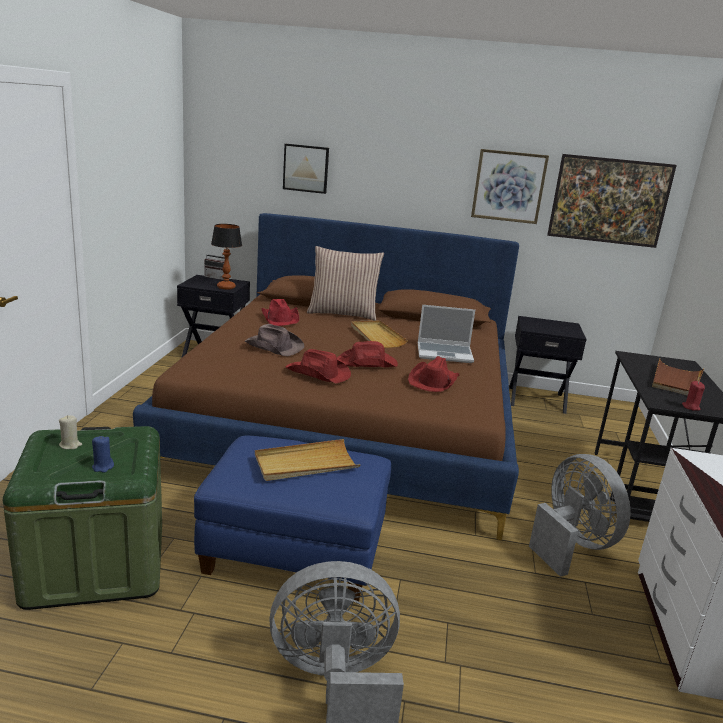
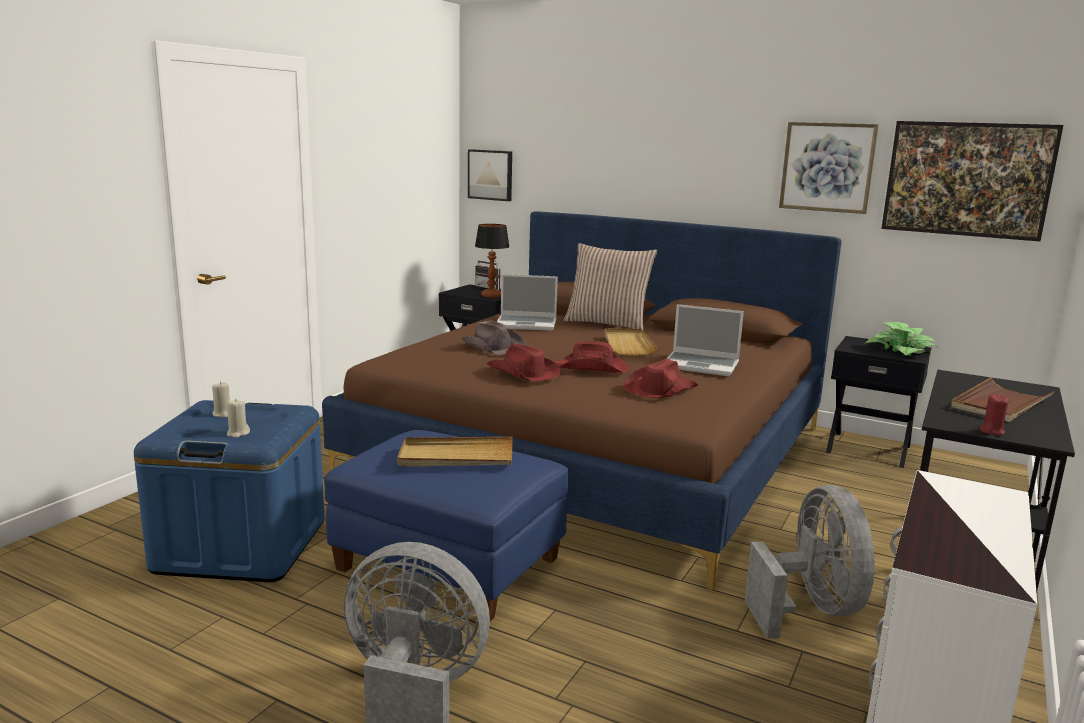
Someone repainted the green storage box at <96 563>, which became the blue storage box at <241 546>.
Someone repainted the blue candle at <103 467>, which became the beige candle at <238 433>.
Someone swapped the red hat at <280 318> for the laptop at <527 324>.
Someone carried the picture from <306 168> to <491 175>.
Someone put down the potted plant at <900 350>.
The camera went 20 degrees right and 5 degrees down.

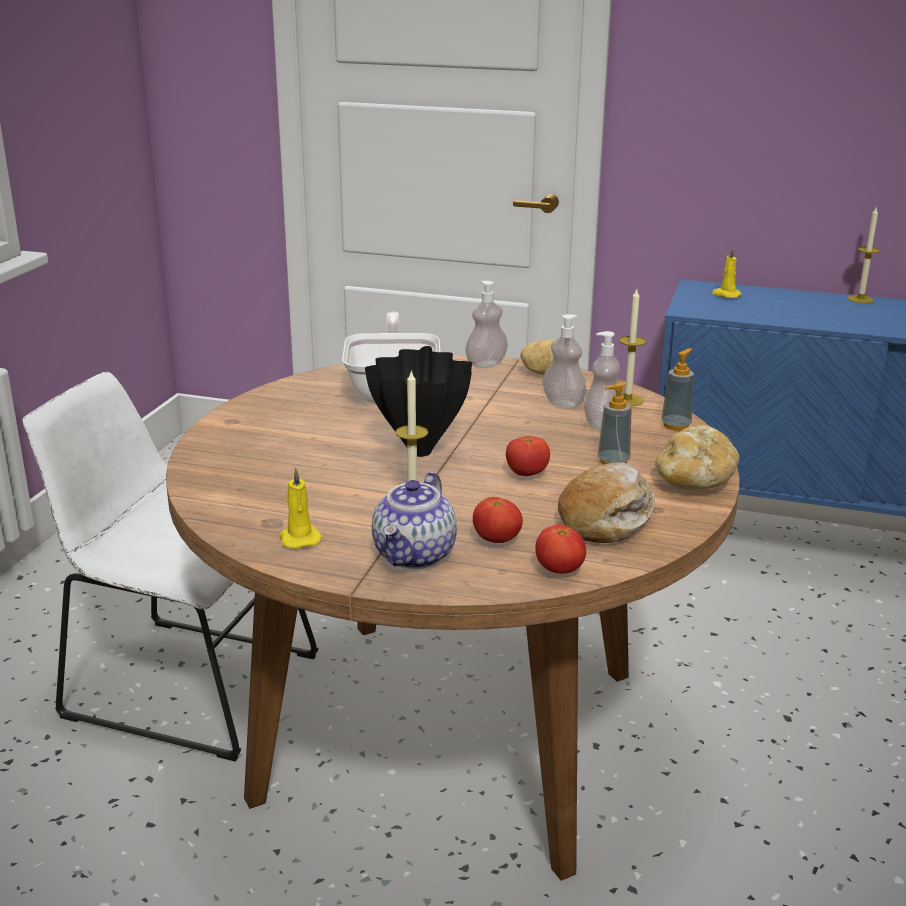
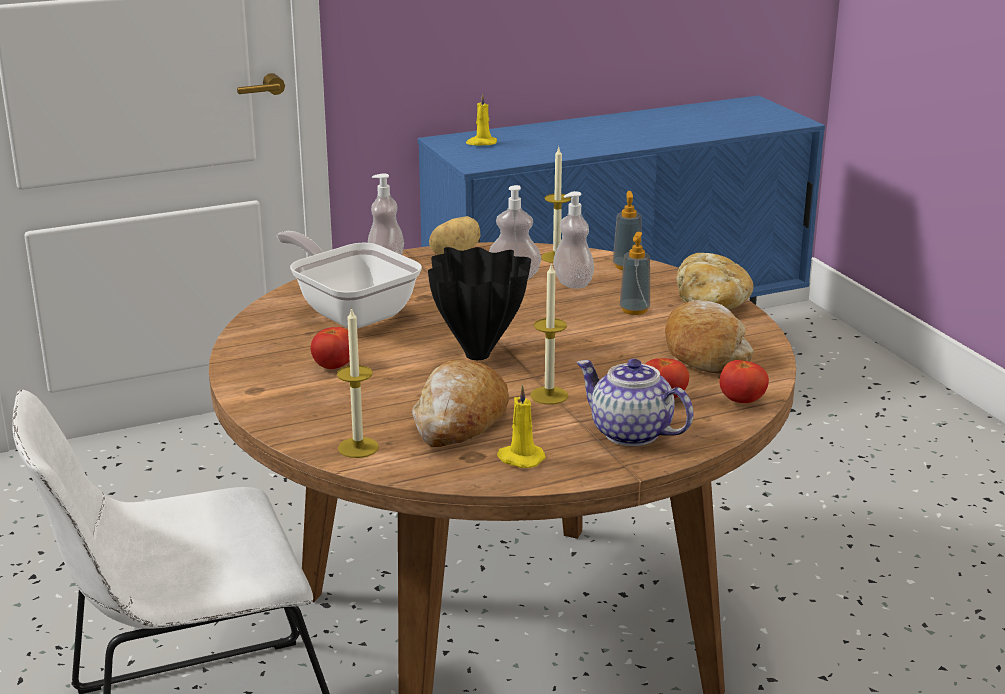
Someone rotated the teapot at <415 555> by 150 degrees clockwise.
Someone carried the tomato from <527 474> to <334 366>.
Someone carried the candle from <860 299> to <358 447>.
Someone put down the bread at <459 420>.
The camera went 40 degrees left and 0 degrees up.

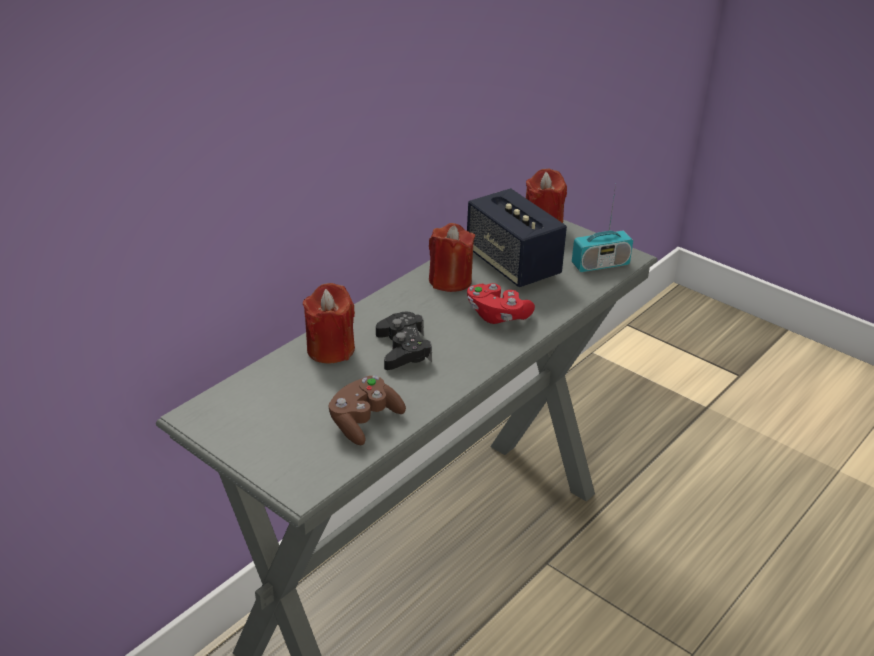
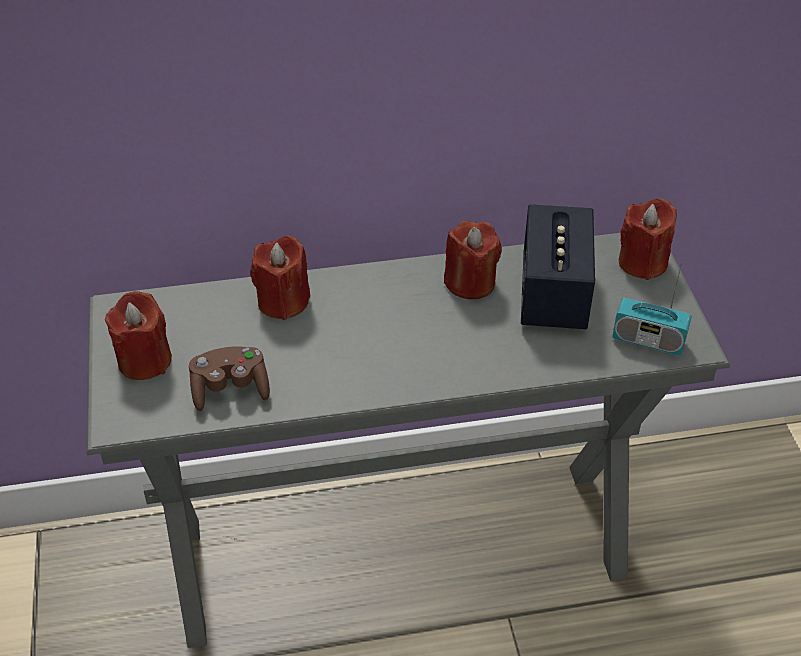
Someone took away the black game controller at <403 349>.
Someone took away the red game controller at <497 315>.
Someone put down the red candle at <144 360>.
The camera went 40 degrees right and 10 degrees up.

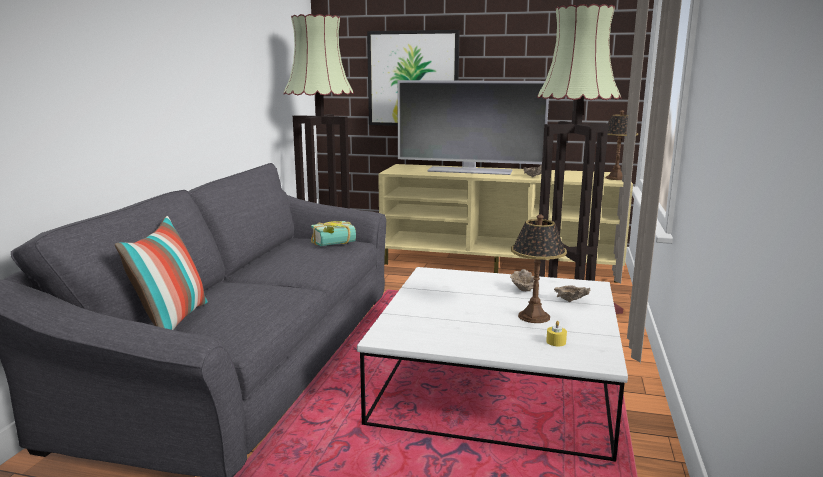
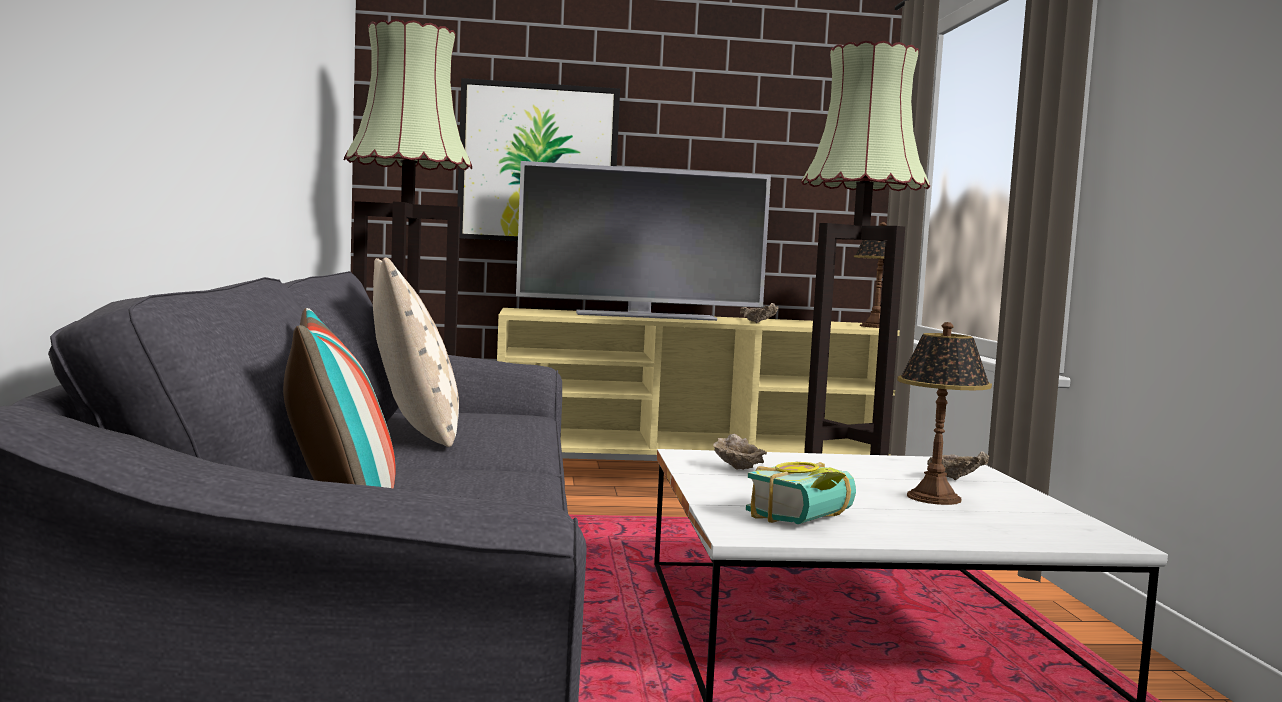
Someone carried the book from <335 244> to <809 519>.
Someone carried the beige bowl from <523 290> to <738 469>.
Someone took away the yellow candle at <556 342>.
Someone put down the beige pillow at <413 431>.
The camera went 20 degrees left and 10 degrees down.

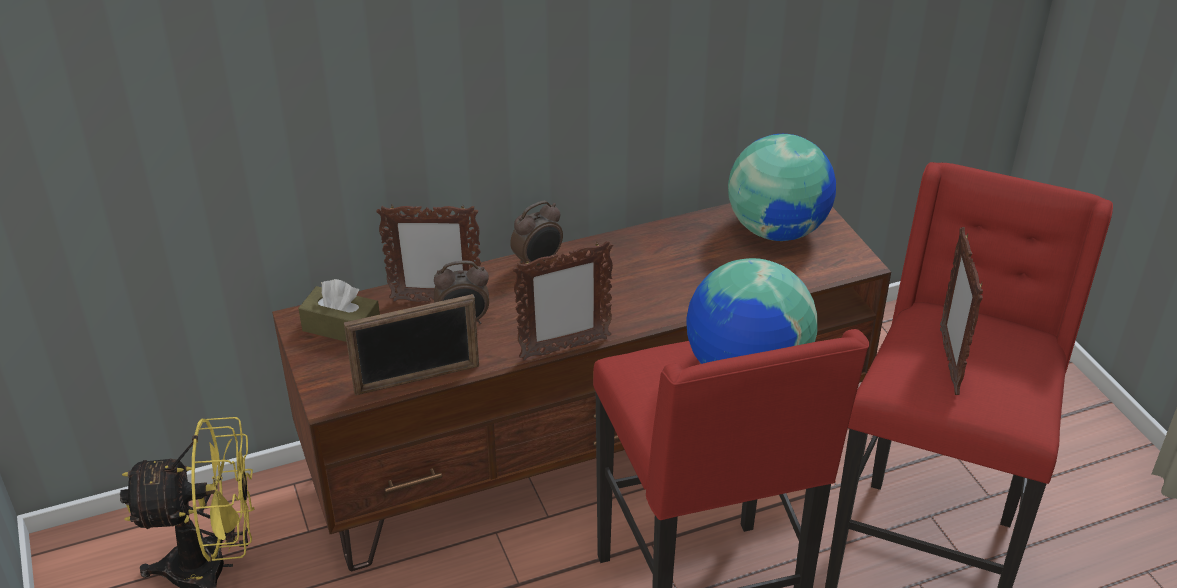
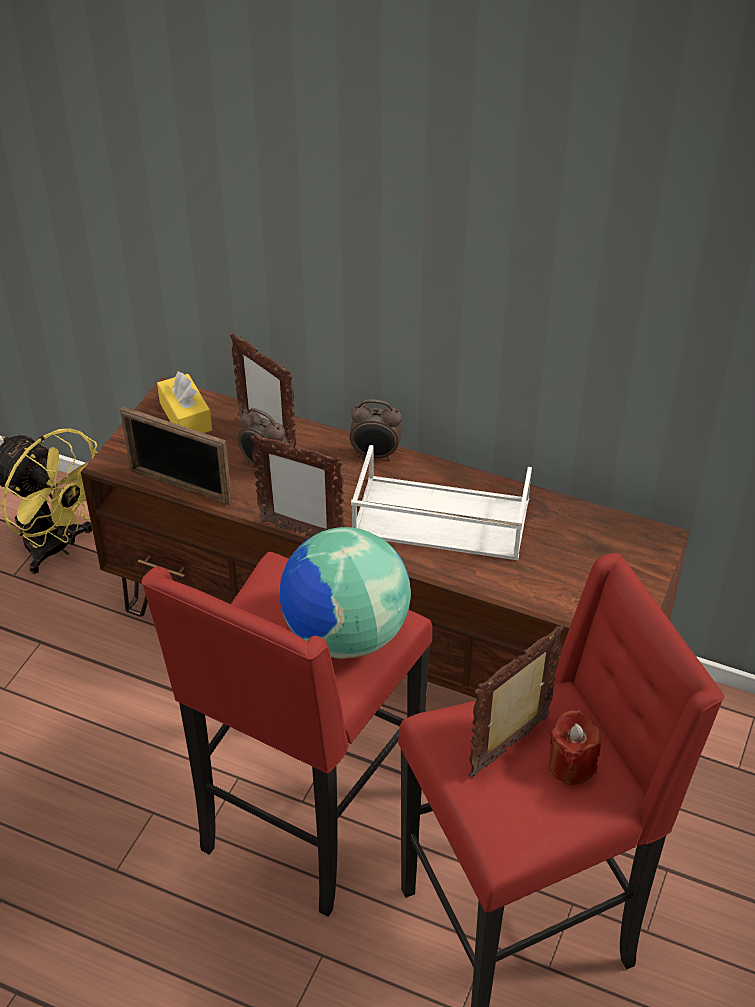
Someone repainted the brown tissue box at <341 327>, which became the yellow tissue box at <185 416>.
Someone took away the globe at <777 229>.
Someone put down the white tray at <439 519>.
Someone put down the red candle at <571 765>.
The camera went 45 degrees right and 5 degrees up.

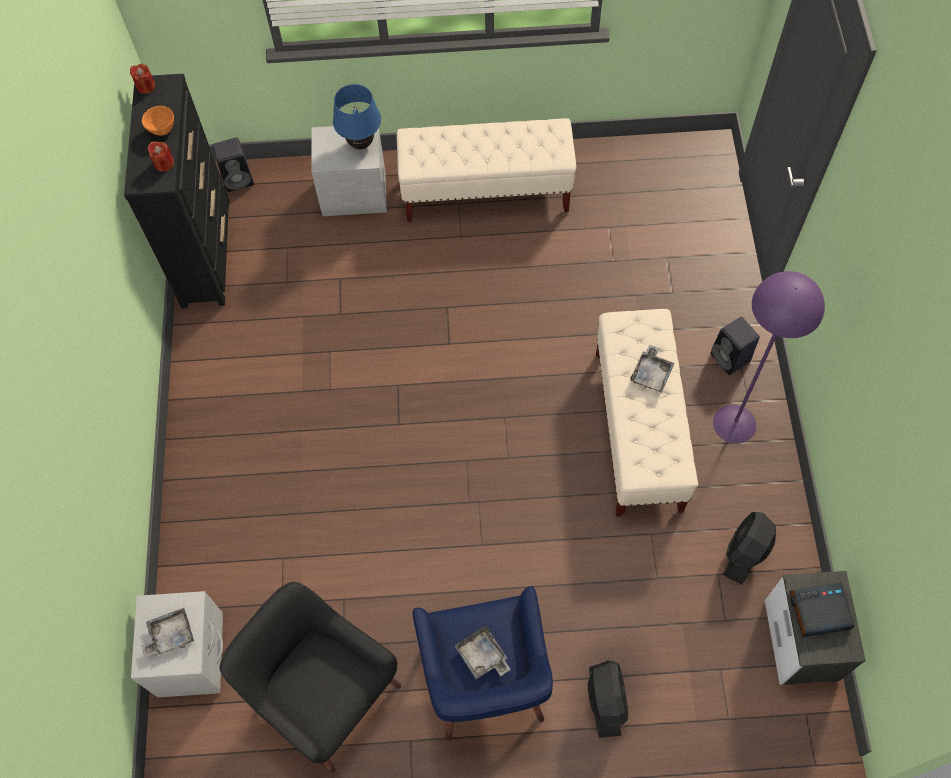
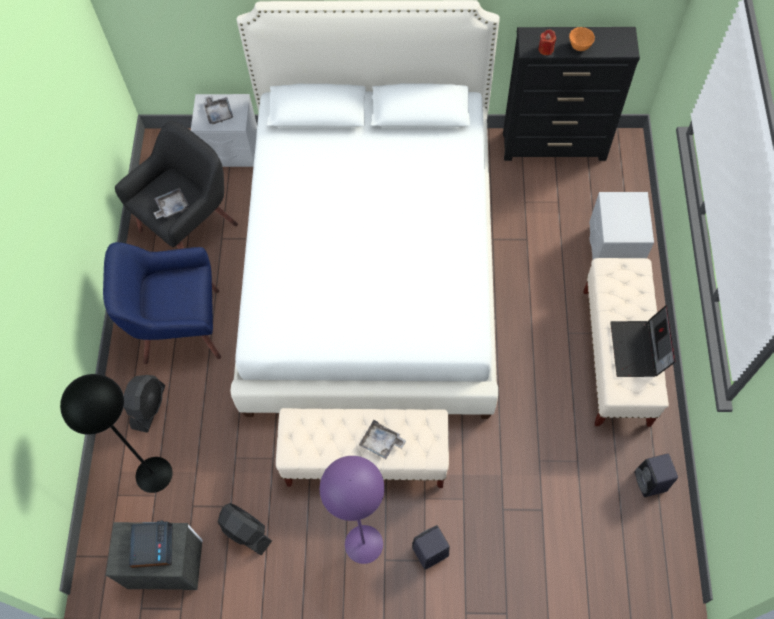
Someone took away the red candle at <146 86>.
Someone carried the black speaker from <238 178> to <651 482>.
Someone took away the blue table lamp at <361 144>.
Someone carried the grey tray from <482 656> to <172 207>.
Someone rotated the black fan at <605 701> by 75 degrees counterclockwise.
Someone put down the black floor lamp at <153 474>.
Someone put down the white bed at <371 265>.
Someone put down the laptop at <638 350>.
The camera went 95 degrees right and 0 degrees up.

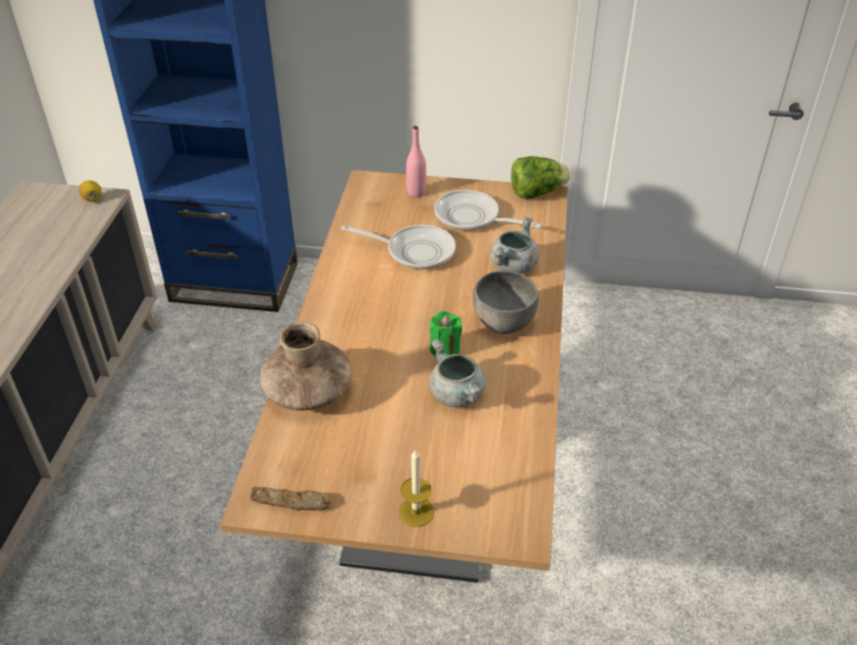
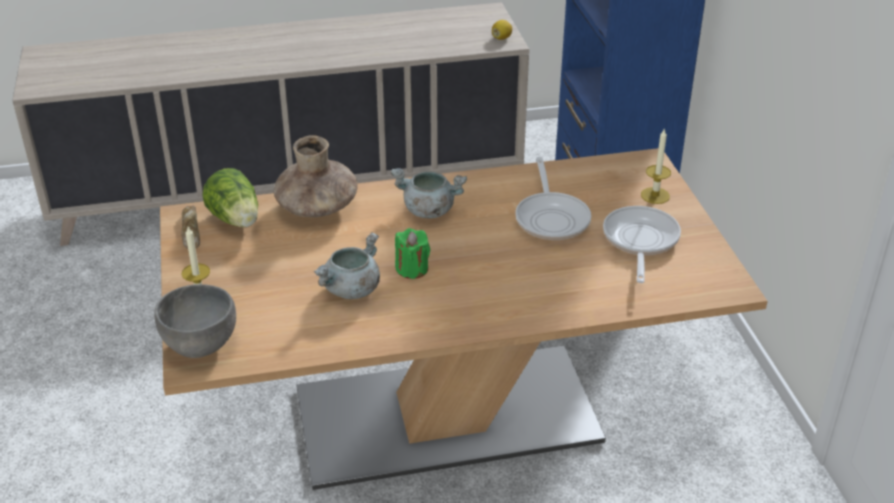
Someone swapped the pink bottle at <416 192> for the candle at <655 195>.
Someone carried the grey bowl from <503 324> to <200 346>.
Someone carried the grey cooking pot from <513 267> to <428 210>.
Someone carried the lettuce from <536 193> to <236 220>.
The camera went 70 degrees right and 5 degrees down.

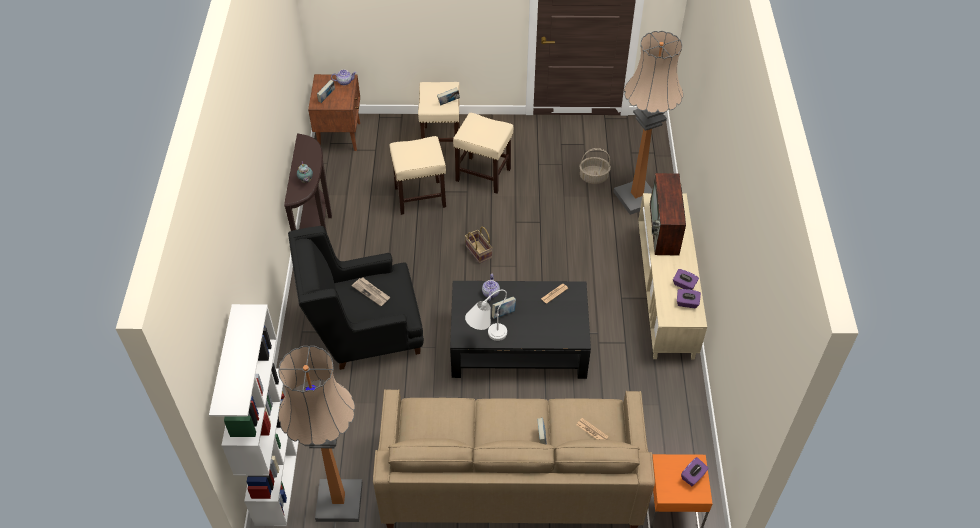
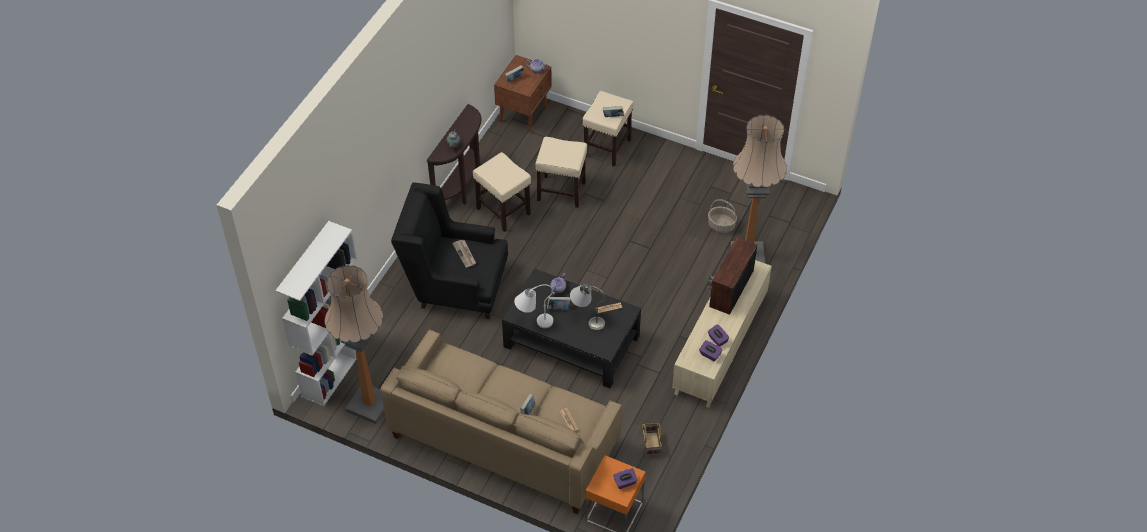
Someone carried the beige stool from <484 175> to <504 211>.
Someone carried the basket from <477 251> to <650 443>.
Someone put down the grey table lamp at <587 319>.
The camera went 25 degrees right and 0 degrees up.

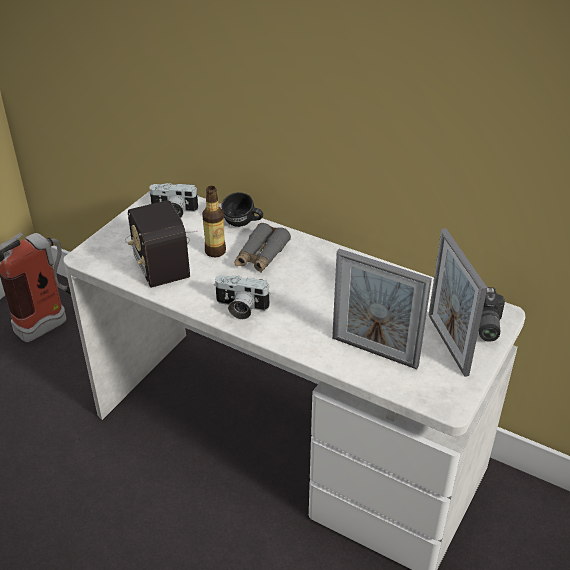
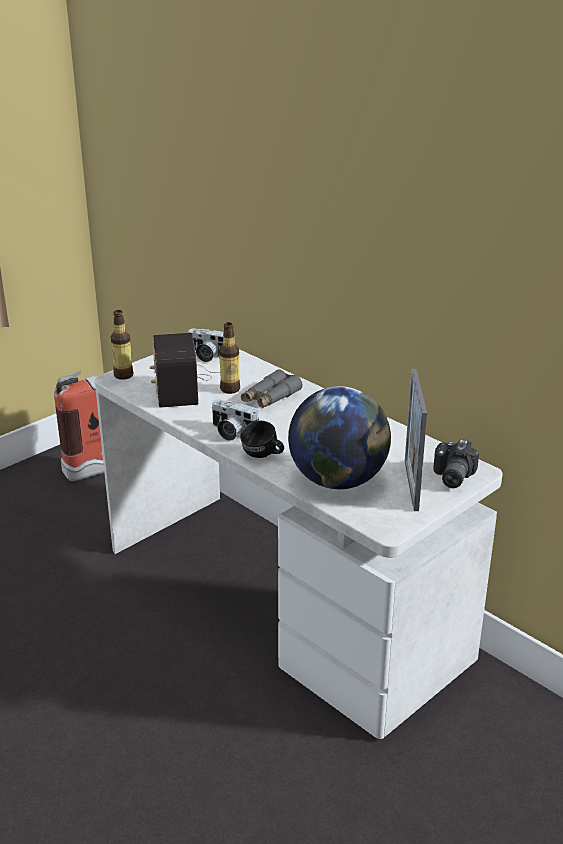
Someone carried the black mug from <242 224> to <262 456>.
Someone swapped the picture frame at <374 352> for the globe at <338 481>.
Someone put down the bottle at <123 375>.
The camera went 15 degrees right and 10 degrees down.

